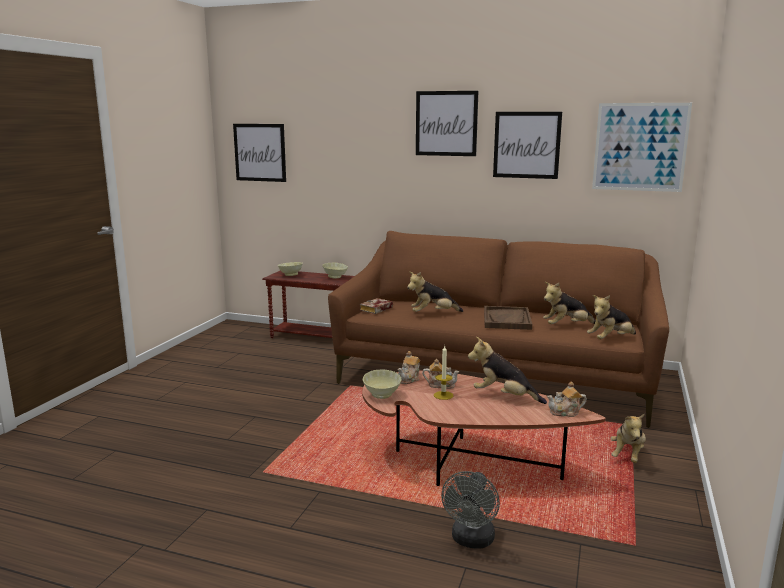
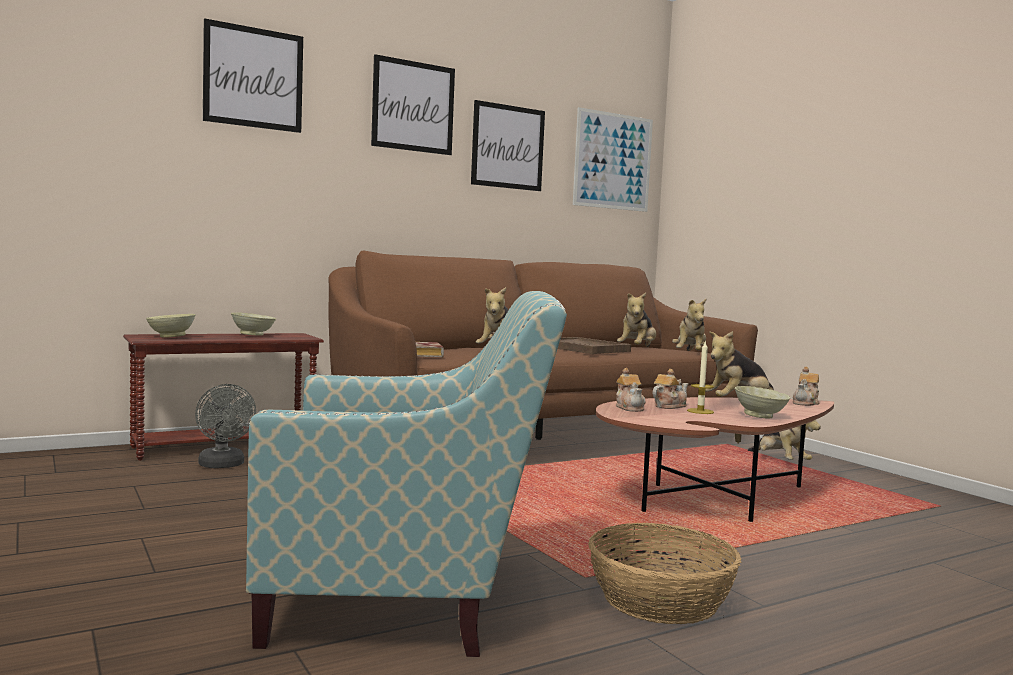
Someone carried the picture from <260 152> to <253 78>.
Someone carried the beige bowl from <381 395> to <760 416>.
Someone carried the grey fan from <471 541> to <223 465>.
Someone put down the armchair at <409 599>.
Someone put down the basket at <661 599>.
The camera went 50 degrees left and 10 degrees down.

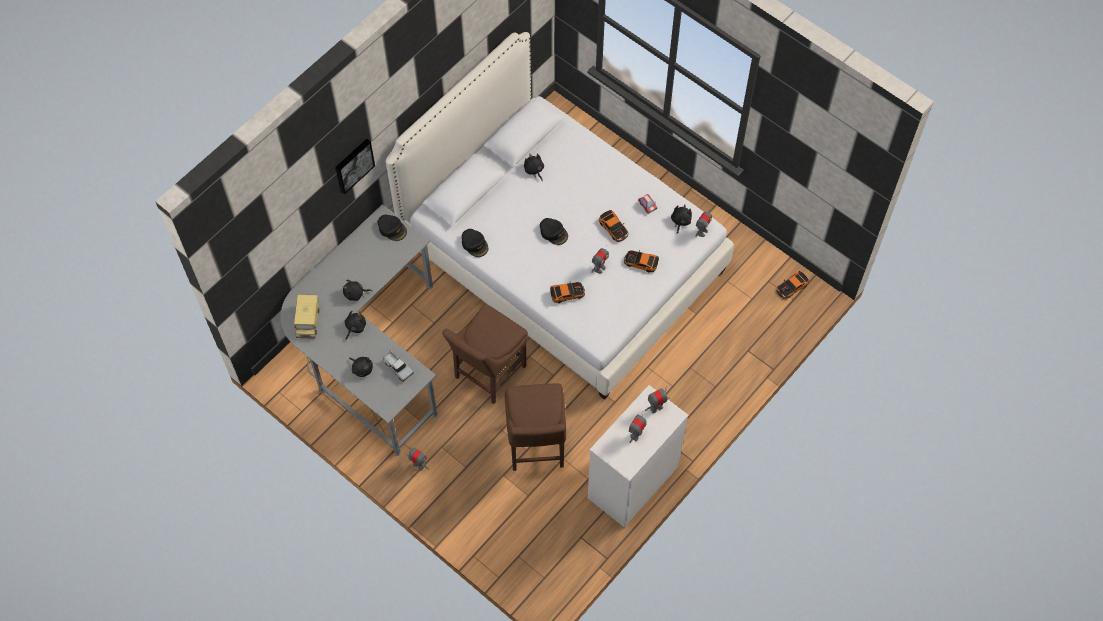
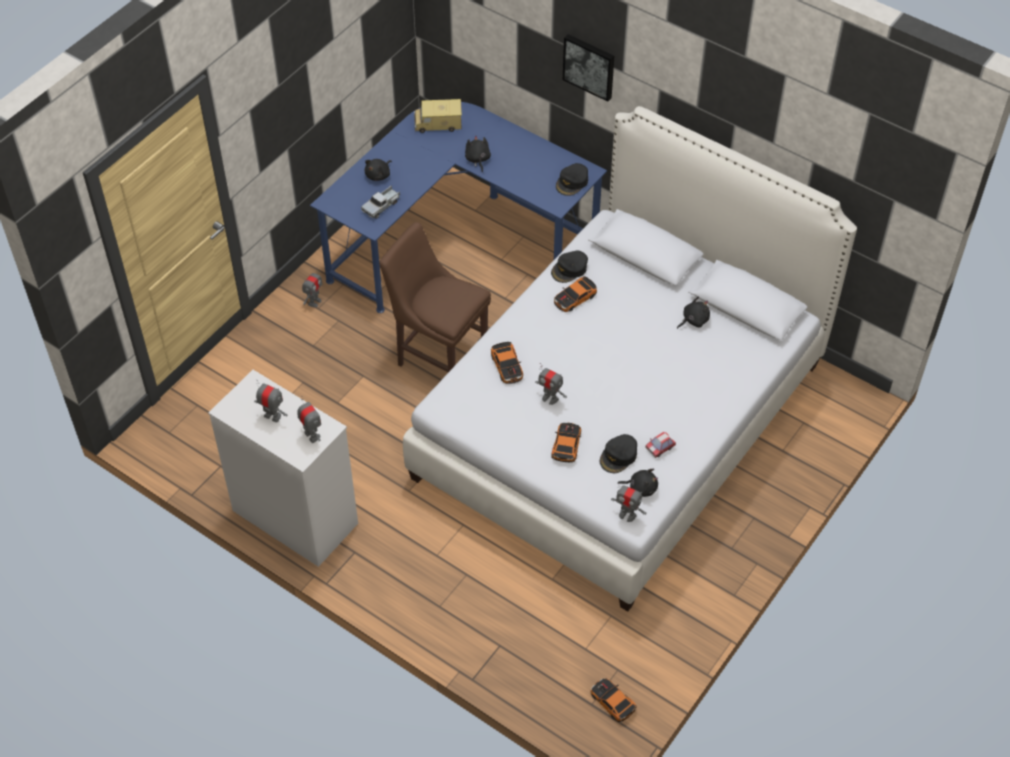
Someone repainted the grey desk at <368 353>, which became the blue desk at <458 242>.
Someone took away the black plush toy at <355 327>.
Someone took away the brown chair at <536 447>.
Someone carried the black cap from <553 232> to <618 456>.
Someone carried the toy car from <614 228> to <575 298>.
The camera went 85 degrees right and 10 degrees down.

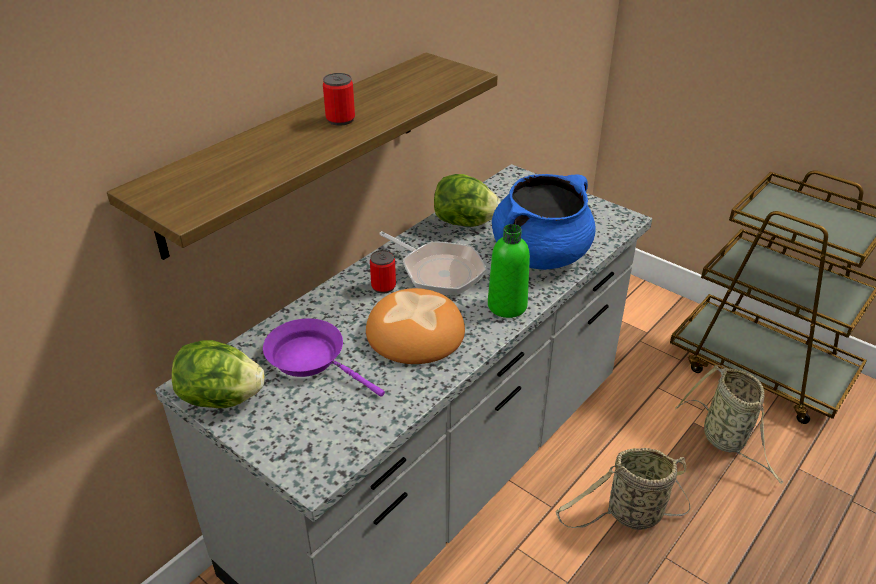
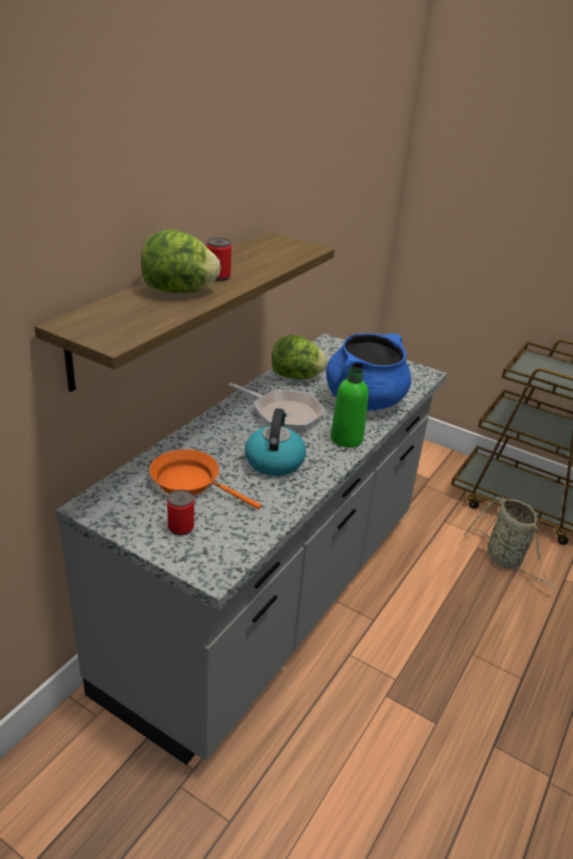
Someone carried the lettuce from <221 399> to <179 291>.
Someone repainted the purple frying pan at <311 359>, which became the orange frying pan at <190 483>.
Someone swapped the bread at <414 333> for the kettle at <274 461>.
Someone carried the can from <383 286> to <181 527>.
Someone took away the basket at <630 515>.
The camera went 10 degrees left and 5 degrees down.

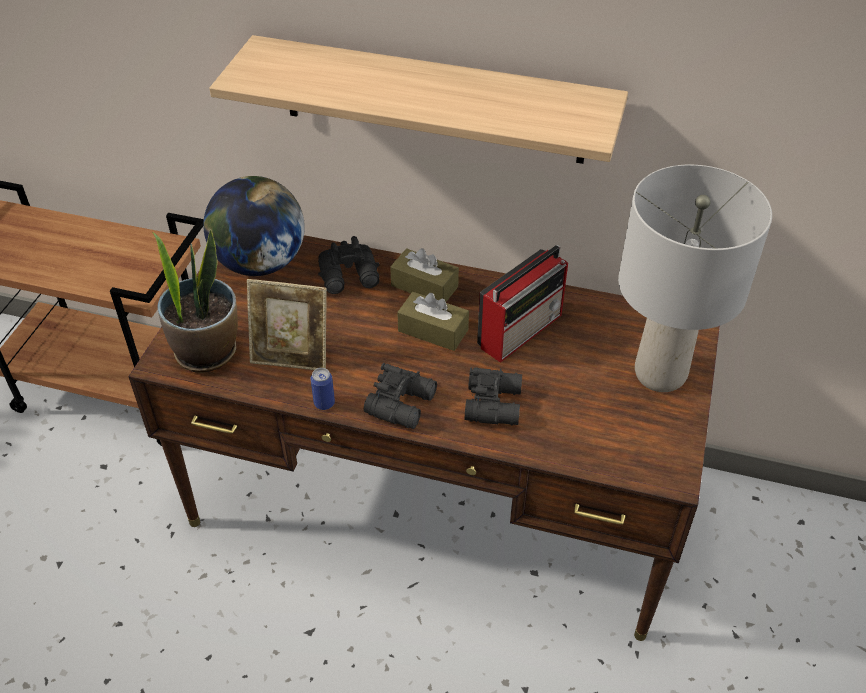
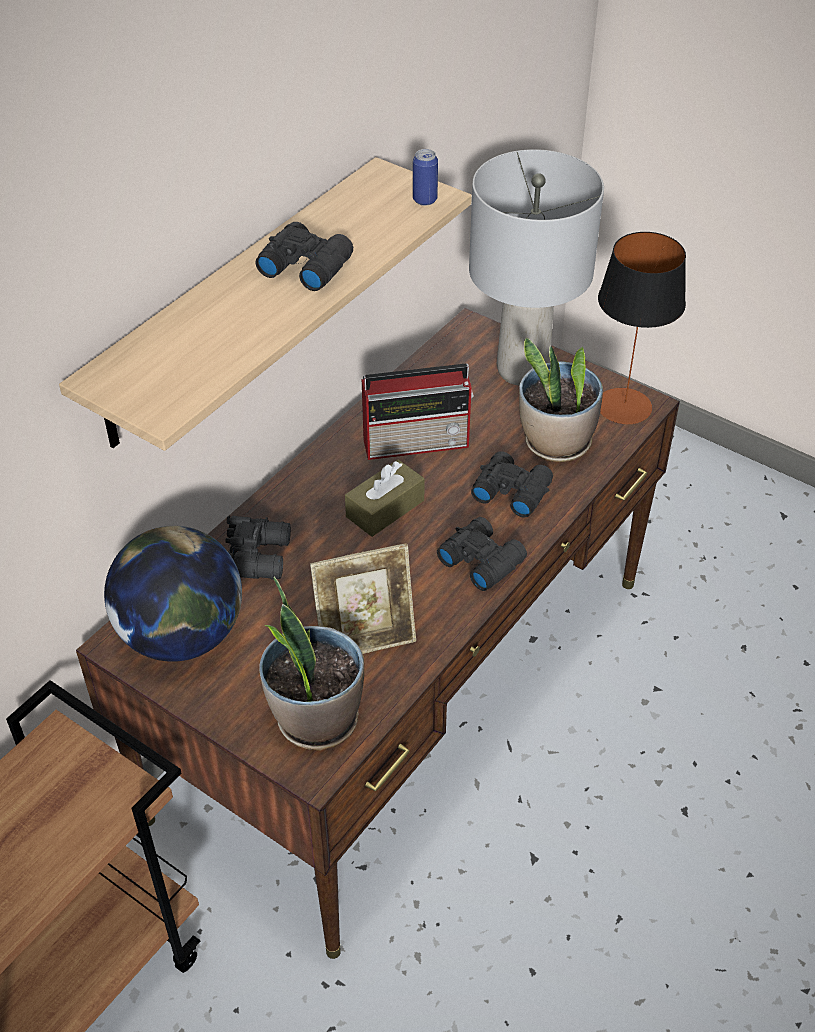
Someone rotated the picture frame at <291 356> by 45 degrees clockwise.
Someone carried the can from <324 403> to <425 200>.
Someone took away the brown tissue box at <424 286>.
Someone rotated the radio at <521 329> by 105 degrees clockwise.
Someone put down the black binoculars at <305 266>.
Someone put down the potted plant at <556 443>.
Someone put down the table lamp at <624 406>.
The camera went 70 degrees left and 0 degrees up.

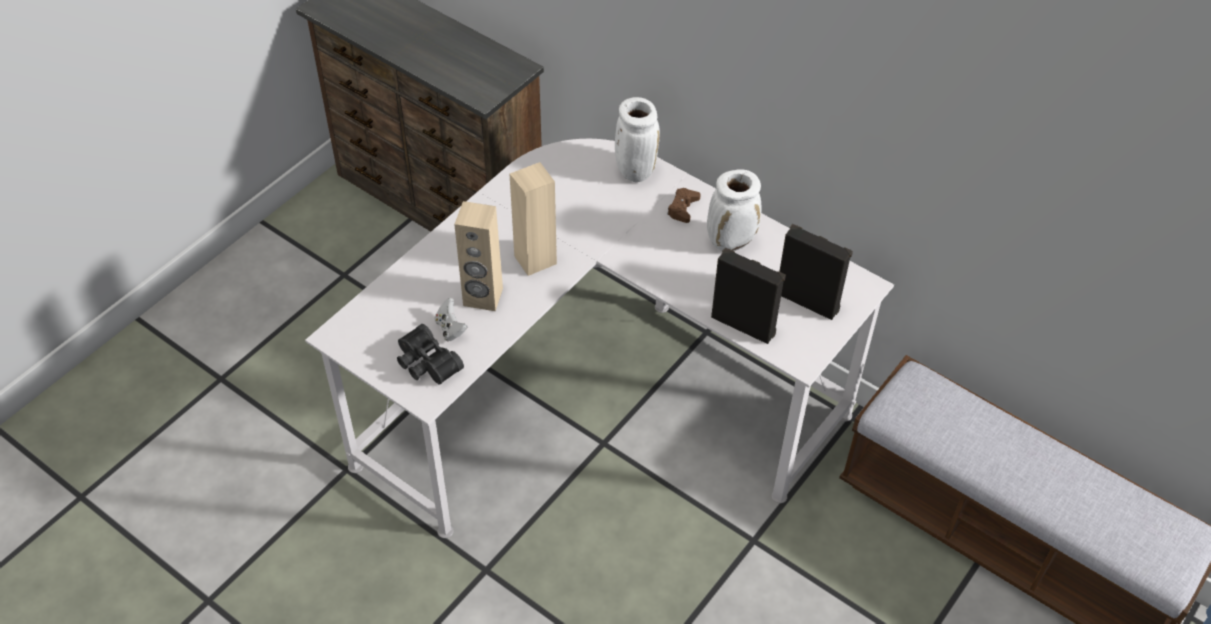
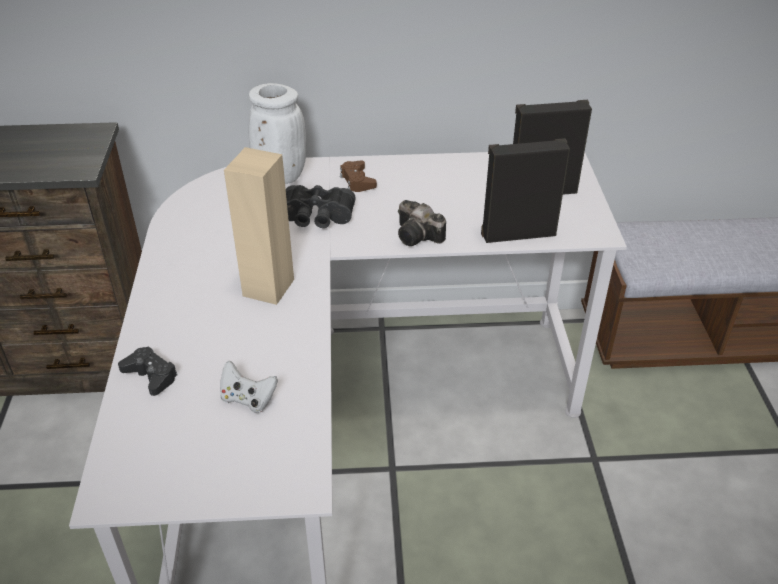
Someone carried the black binoculars from <425 364> to <316 218>.
Someone took away the beige speaker at <483 297>.
Someone took away the white vase at <731 241>.
Someone put down the black game controller at <151 375>.
Someone put down the photo camera at <419 236>.
The camera went 40 degrees left and 10 degrees down.

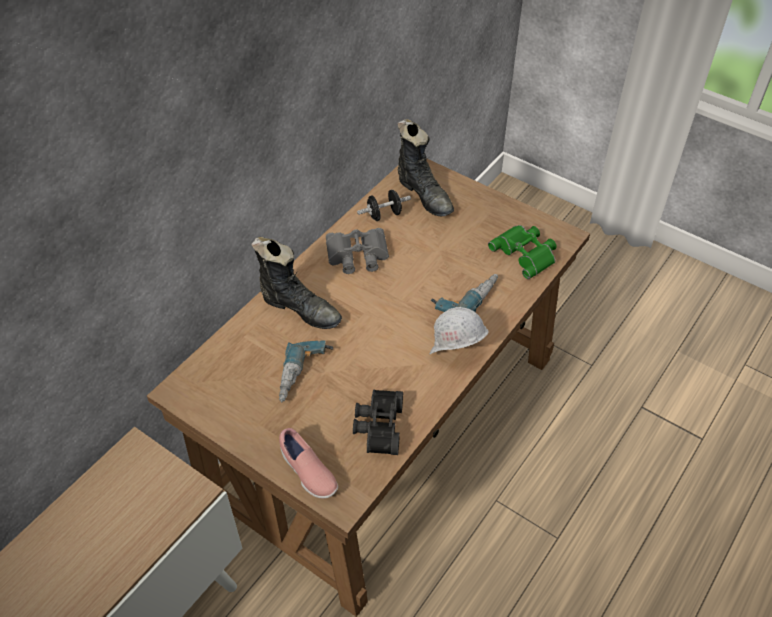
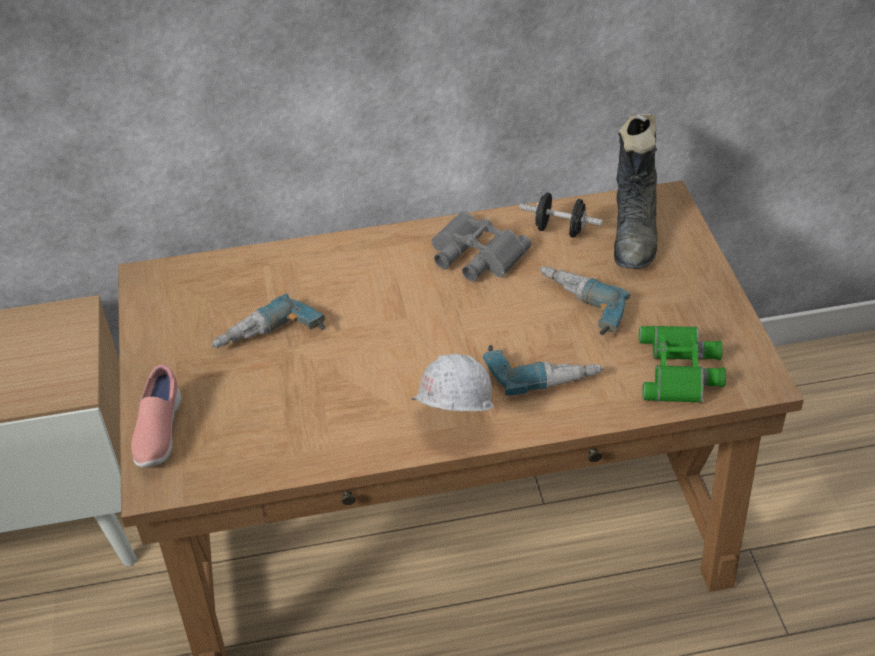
Someone took away the black boot at <300 309>.
Someone took away the black binoculars at <377 427>.
Someone put down the power drill at <576 308>.
The camera went 45 degrees right and 5 degrees down.

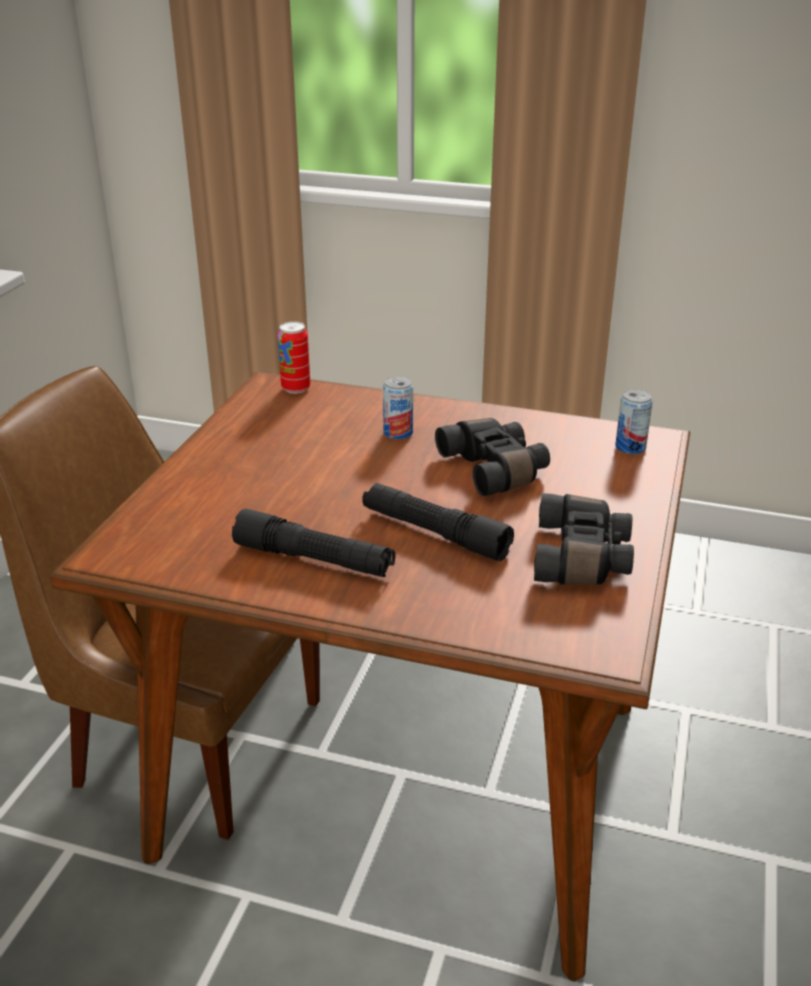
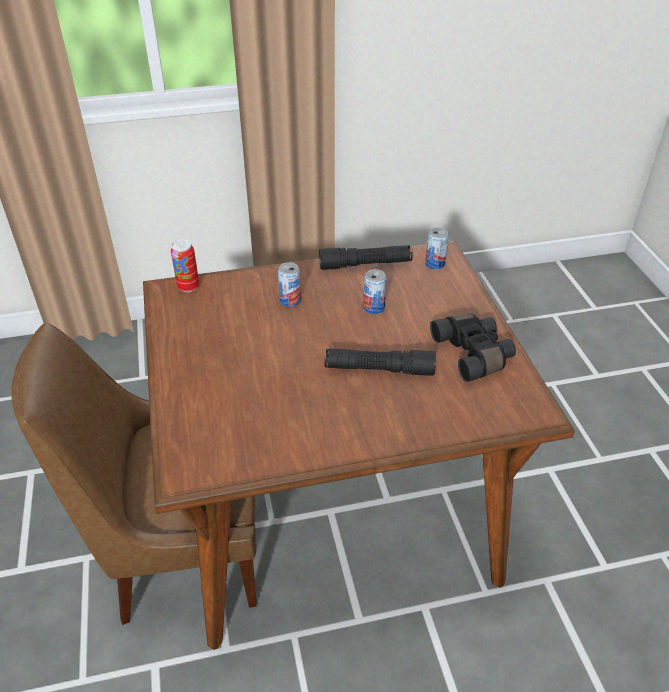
Someone carried the black flashlight from <314 559> to <365 264>.
Someone swapped the black binoculars at <496 469> for the can at <374 308>.
The camera went 30 degrees left and 10 degrees up.

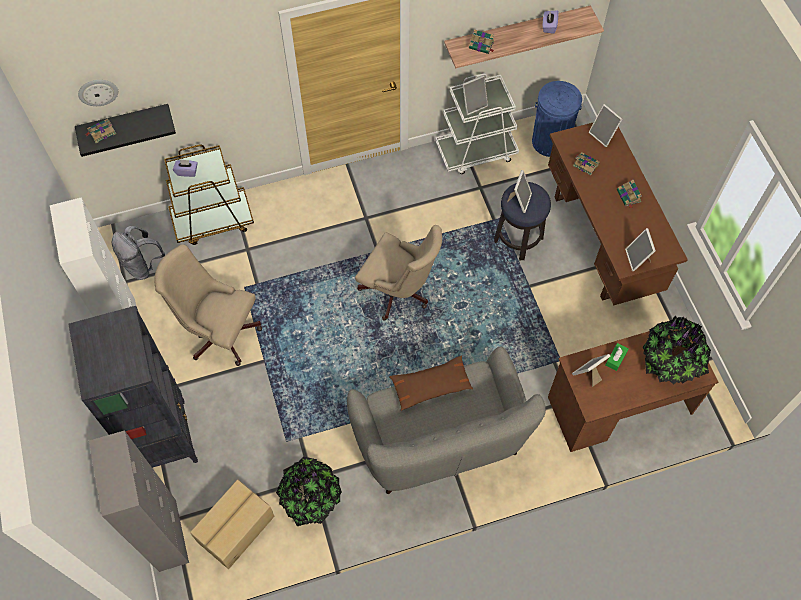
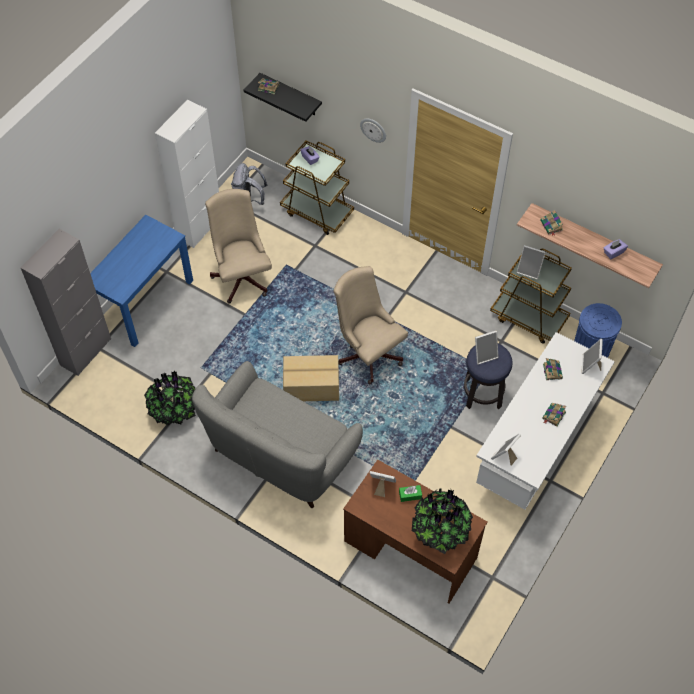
Someone swapped the black bookcase at <165 437> for the blue console table at <146 302>.
Someone carried the wall clock from <98 92> to <373 129>.
Someone carried the cardboard box from <235 528> to <311 385>.
Someone rotated the beige office chair at <399 292> by 150 degrees clockwise.
Someone took away the brown pillow at <431 386>.
Someone repainted the white cart at <476 152>, which became the brown cart at <529 318>.
Someone repainted the brown desk at <600 241>, which became the white desk at <535 447>.
The camera went 50 degrees right and 5 degrees down.

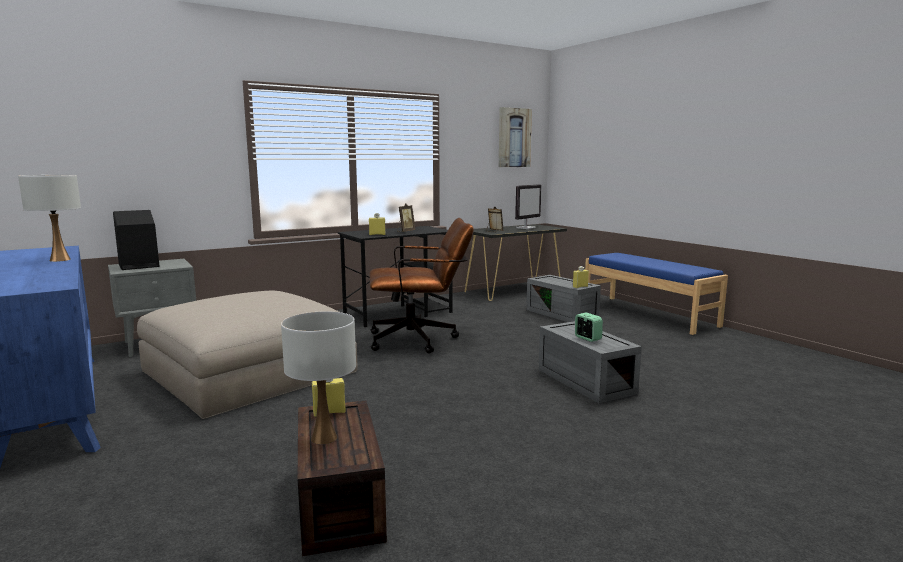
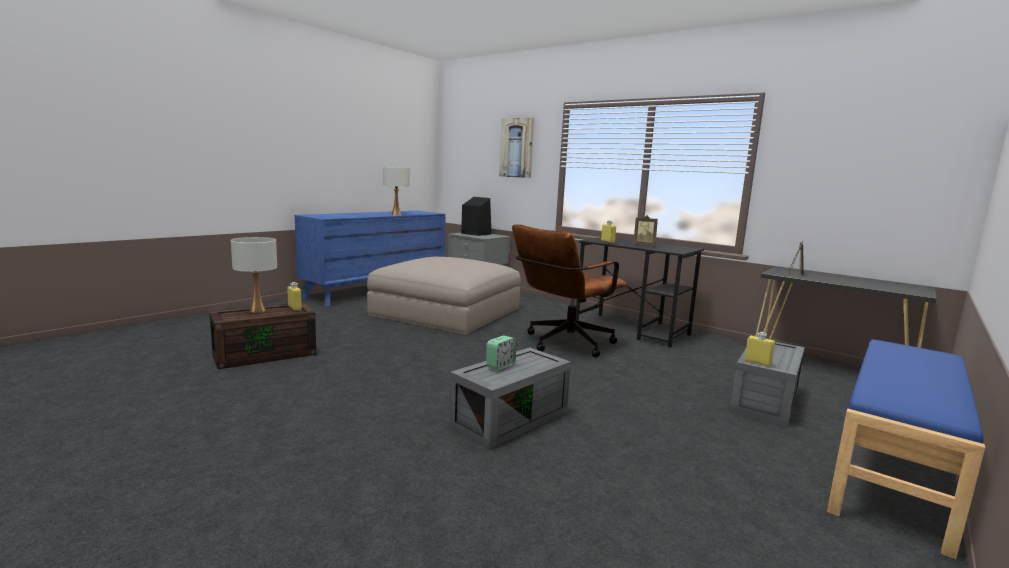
Someone rotated the brown office chair at <420 340> by 75 degrees clockwise.
Someone carried the picture from <514 138> to <517 148>.
Someone took away the monitor at <526 228>.
The camera went 70 degrees right and 0 degrees up.

